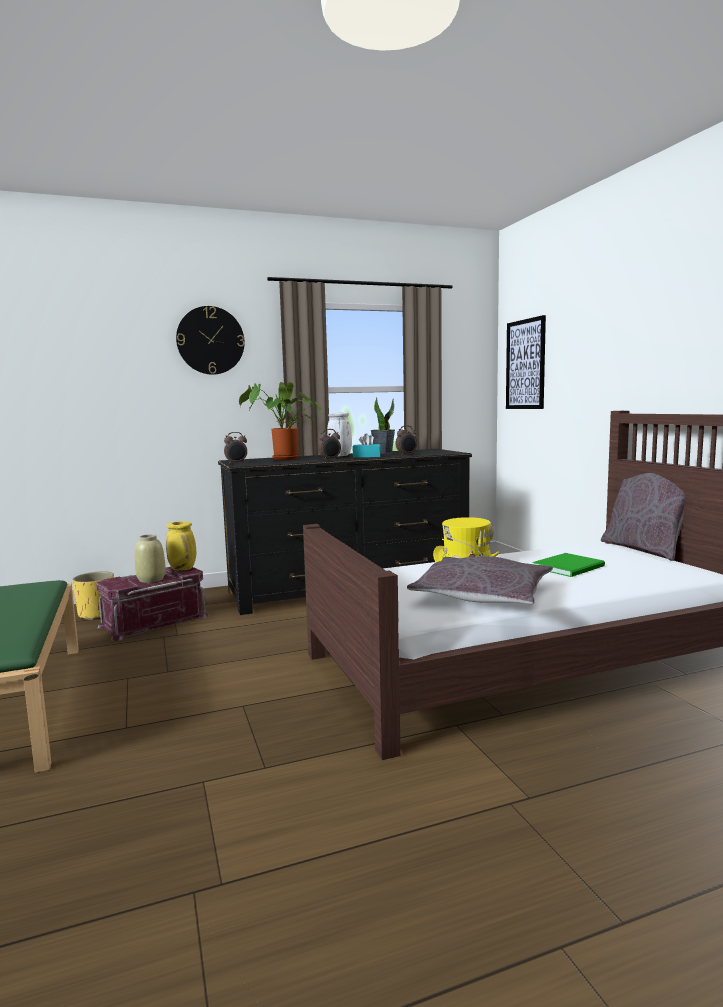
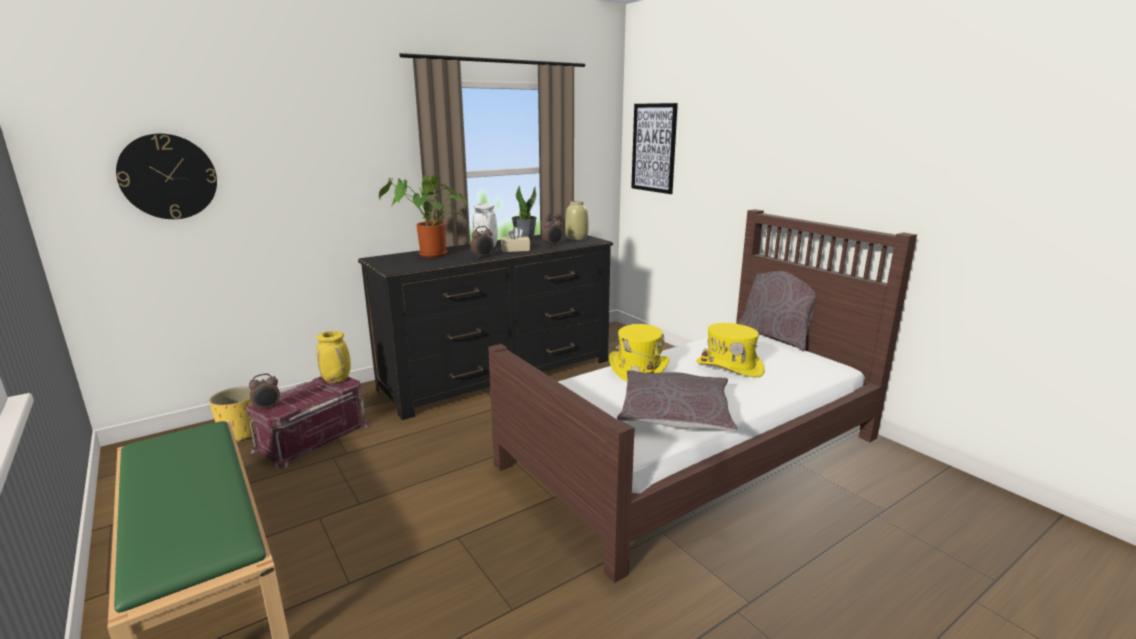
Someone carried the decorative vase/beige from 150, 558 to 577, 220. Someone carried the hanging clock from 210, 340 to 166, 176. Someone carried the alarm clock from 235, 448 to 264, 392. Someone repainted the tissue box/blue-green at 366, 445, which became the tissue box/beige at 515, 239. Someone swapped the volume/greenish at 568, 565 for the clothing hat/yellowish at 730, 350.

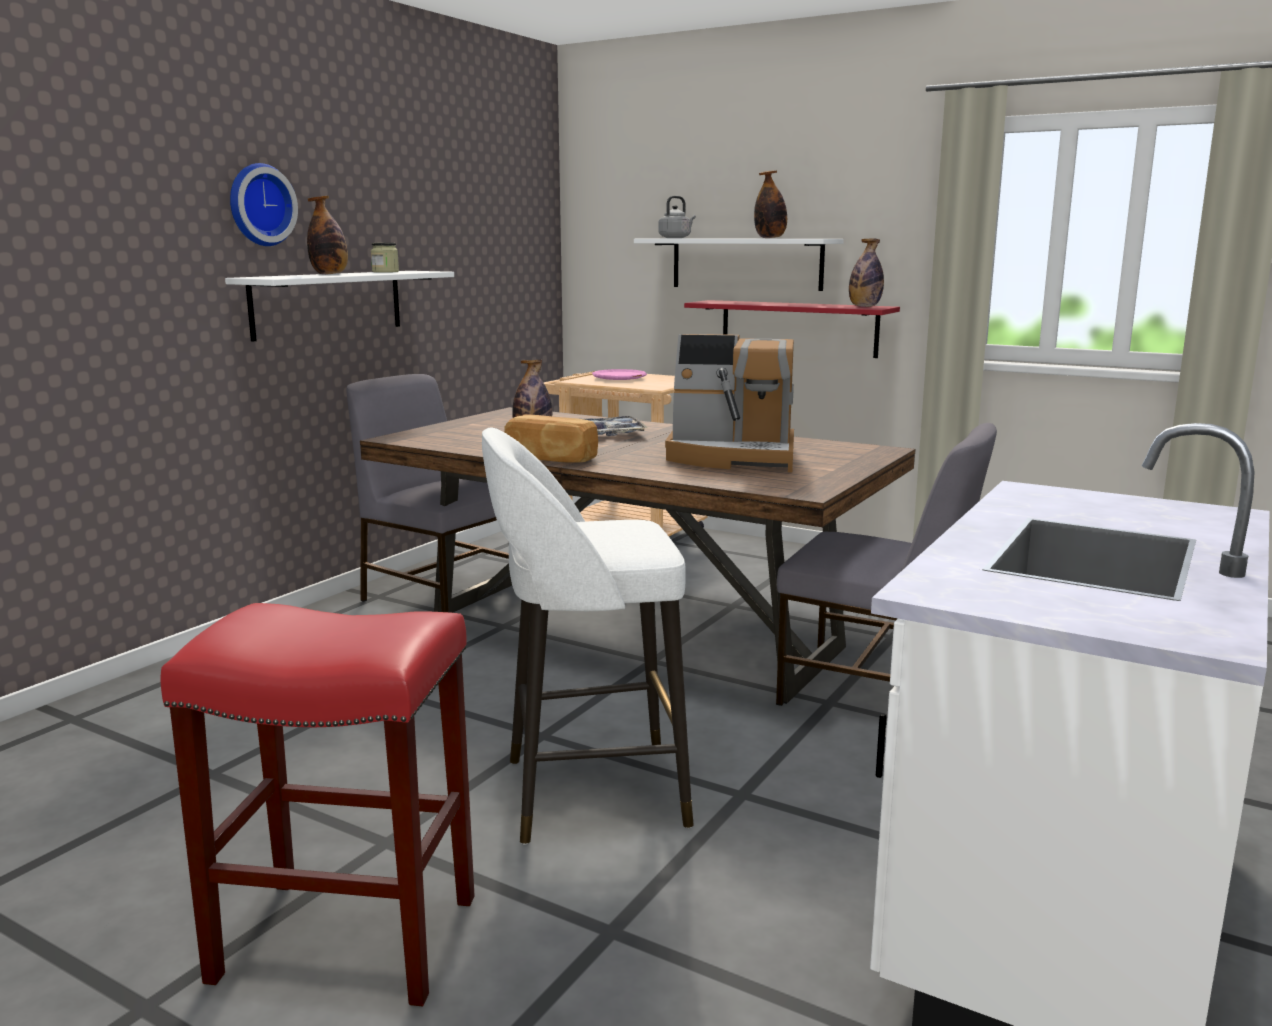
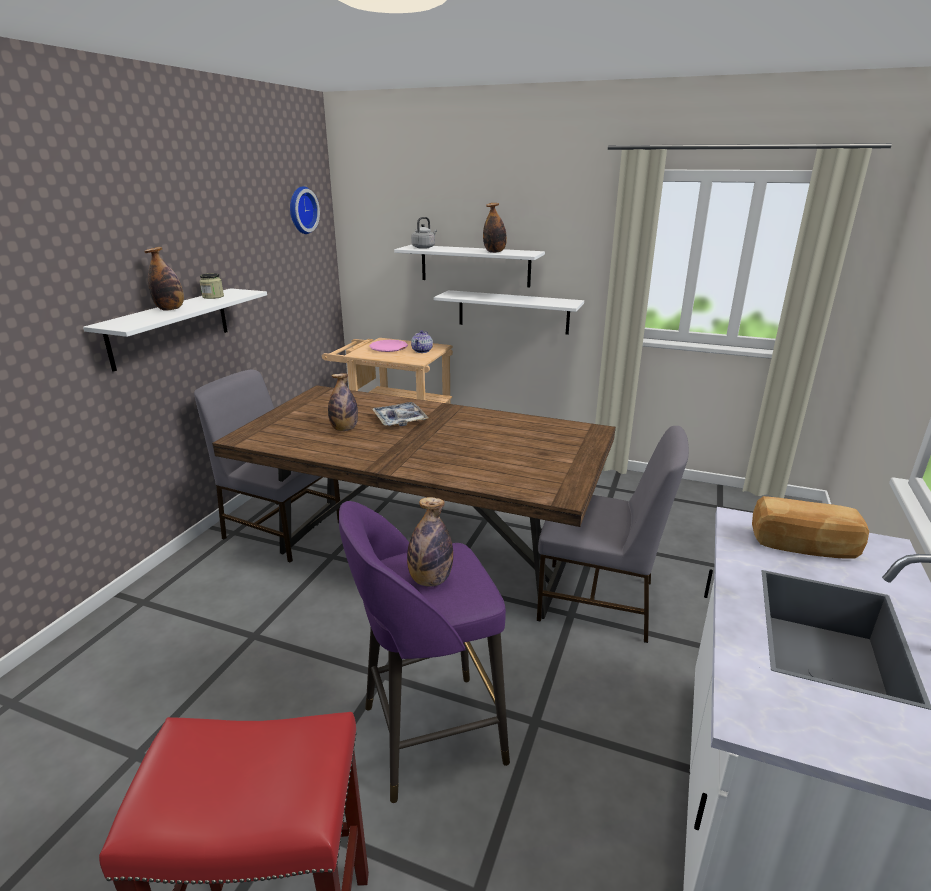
Someone carried the hanging clock from 264, 204 to 305, 210. Someone repainted the stool/white at 588, 636, which became the stool/purple-coloured at 424, 652. Someone carried the bakery bread from 551, 438 to 810, 527. Someone took away the coffee machine at 729, 403. Someone repainted the bracket shelf/reddish at 792, 329, which became the bracket shelf/white at 509, 312. Someone carried the drink bottle from 866, 272 to 430, 542. Someone put down the teapot at 422, 341.

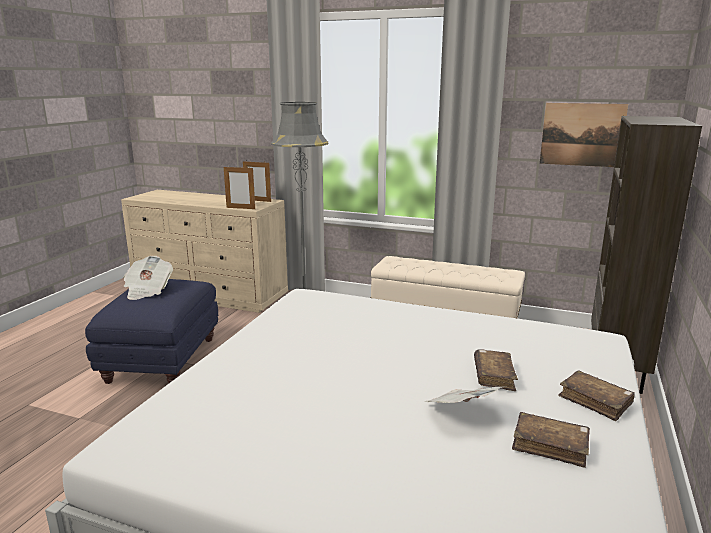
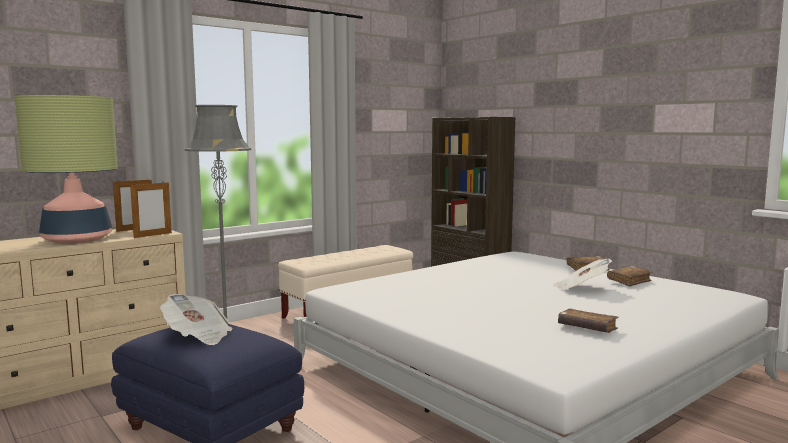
Someone carried the volume/brown from 496, 370 to 588, 321. Someone took away the picture at 584, 135. Someone put down the tabletop lamp at 66, 169.

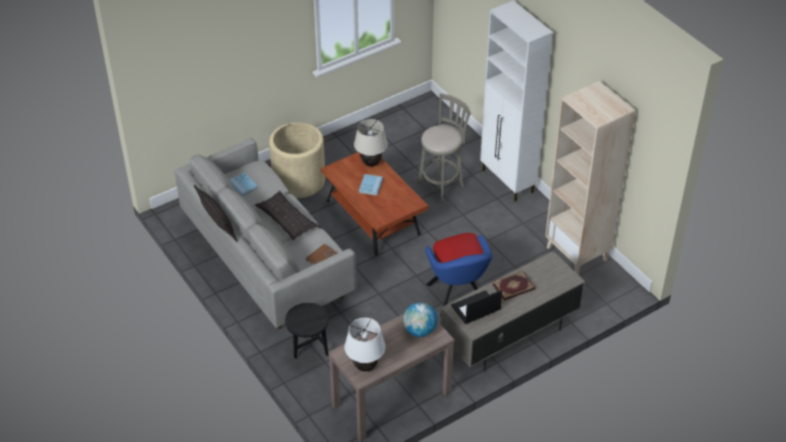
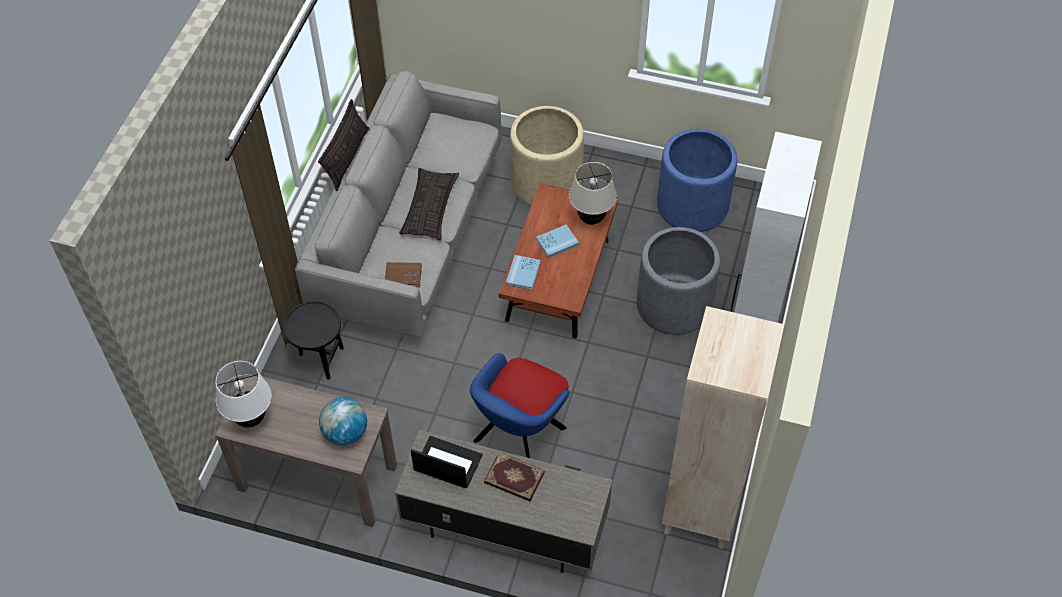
Someone carried the volume/blue-coloured from 243, 184 to 523, 272. Someone swapped the stool/greyish at 443, 147 for the planter/greyish at 679, 281. Someone put down the planter/blue-coloured at 697, 180.

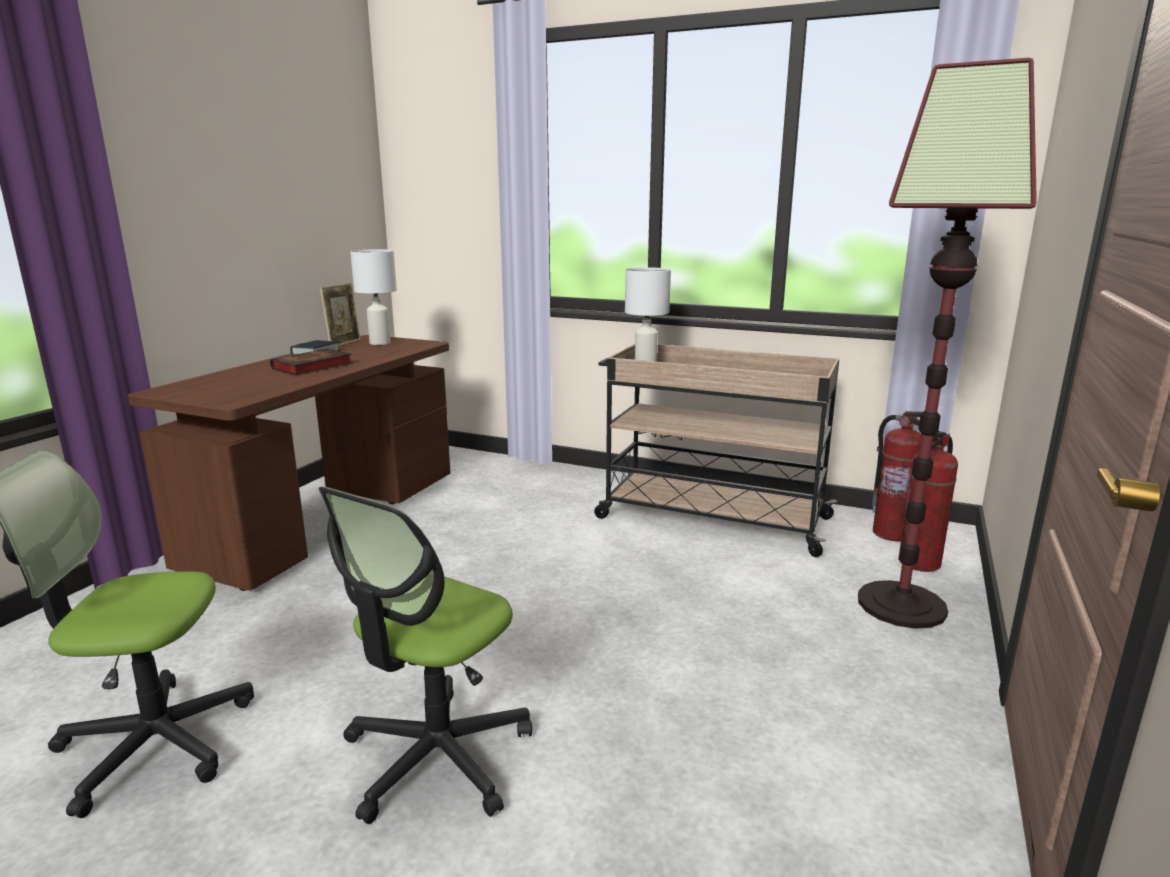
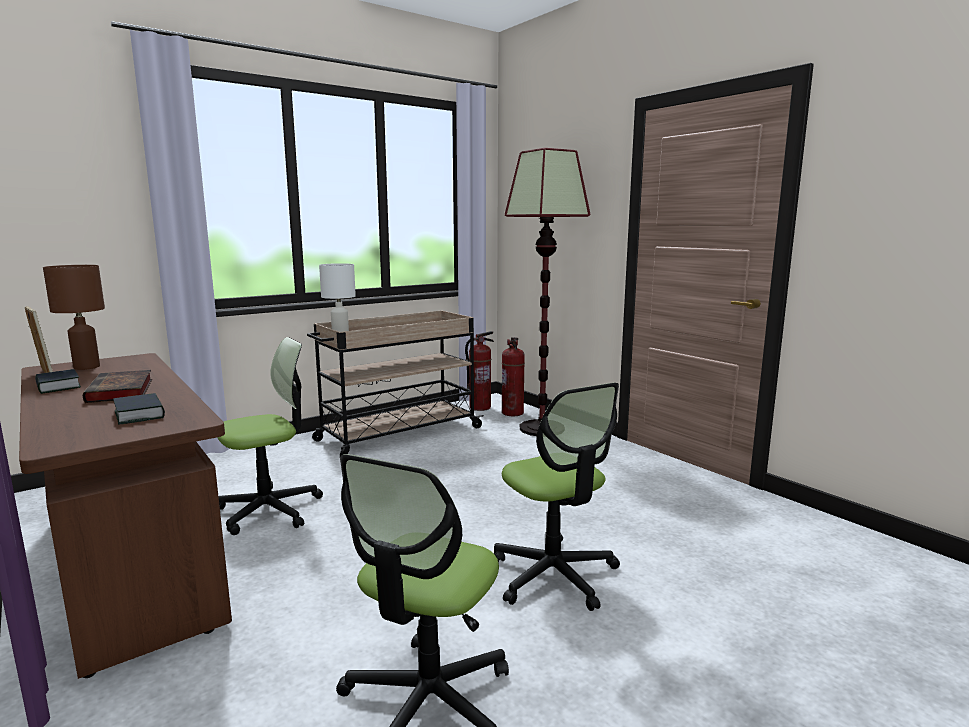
Someone repainted the tabletop lamp/white at 373, 297, which became the tabletop lamp/brown at 74, 317. Someone put down the volume at 139, 408. Someone put down the desk chair at 270, 436.

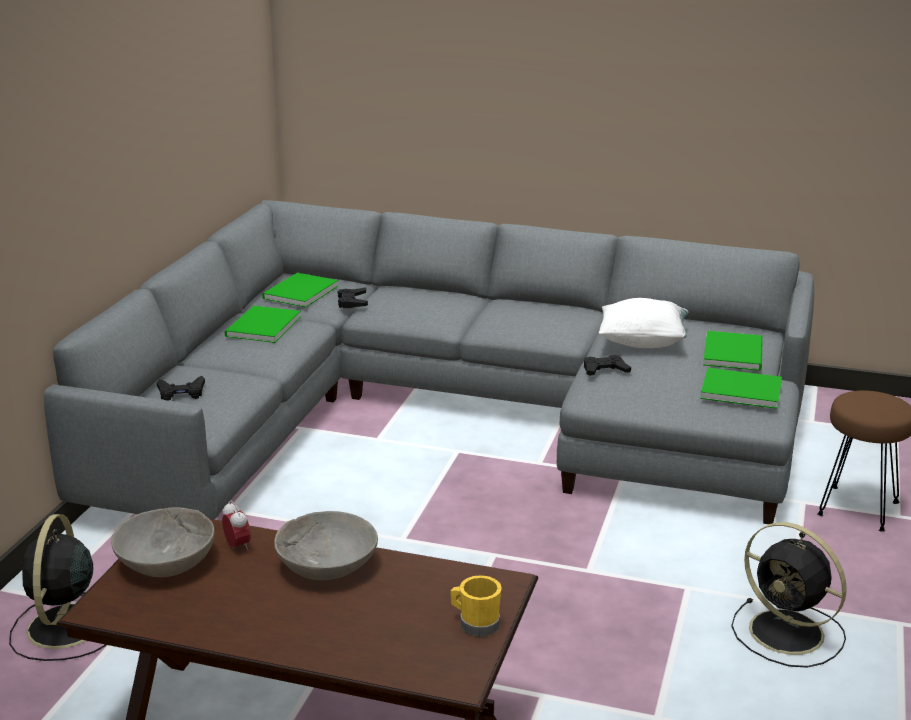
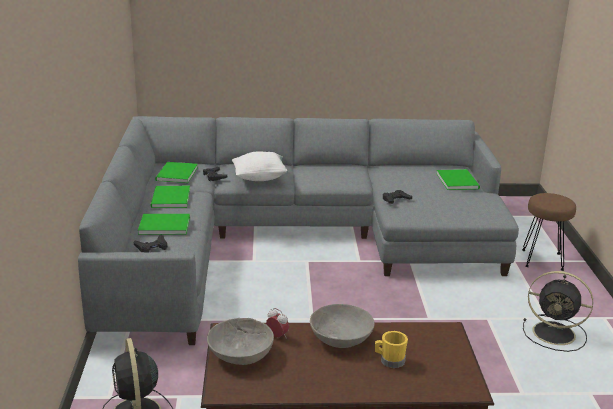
Someone carried the tea mug/yellowish from 476, 606 to 391, 349. Someone carried the pillow/white from 644, 323 to 260, 166. Someone carried the volume/greenish from 741, 388 to 164, 224.

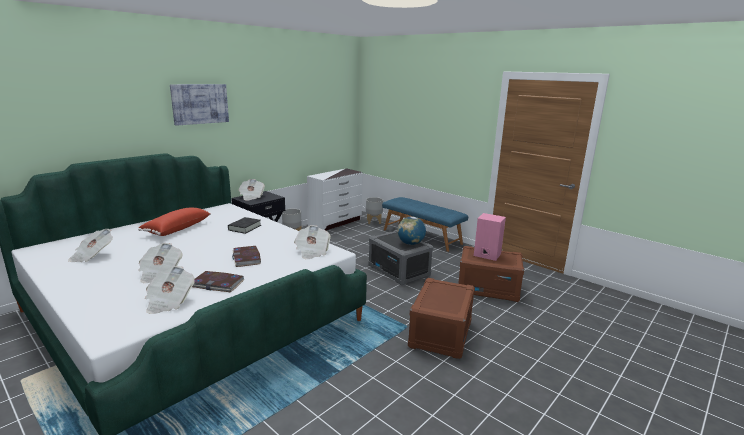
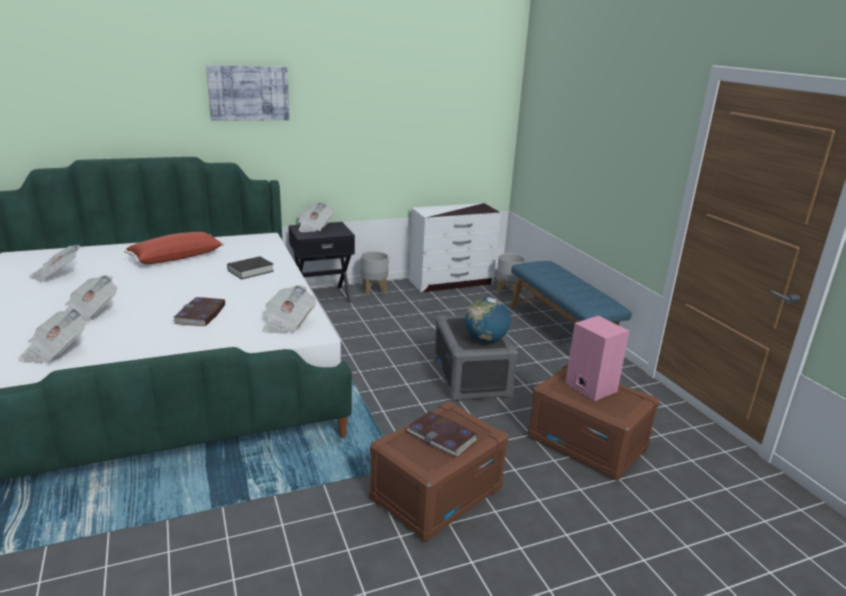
Someone carried the volume from 218, 281 to 441, 434.

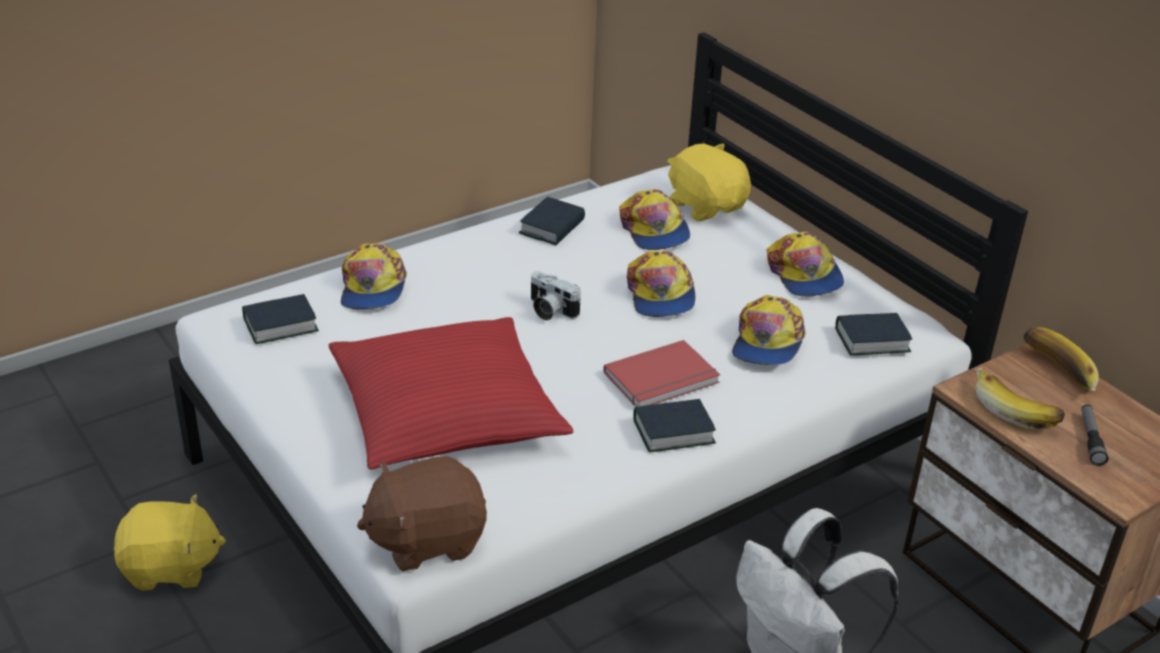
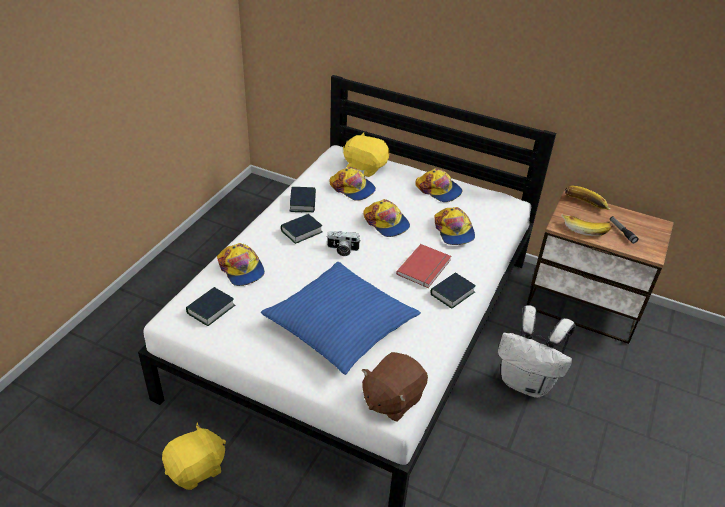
Someone repainted the pillow/reddish at 451, 393, which became the pillow/blue-coloured at 341, 318. Someone carried the volume from 873, 334 to 302, 229.

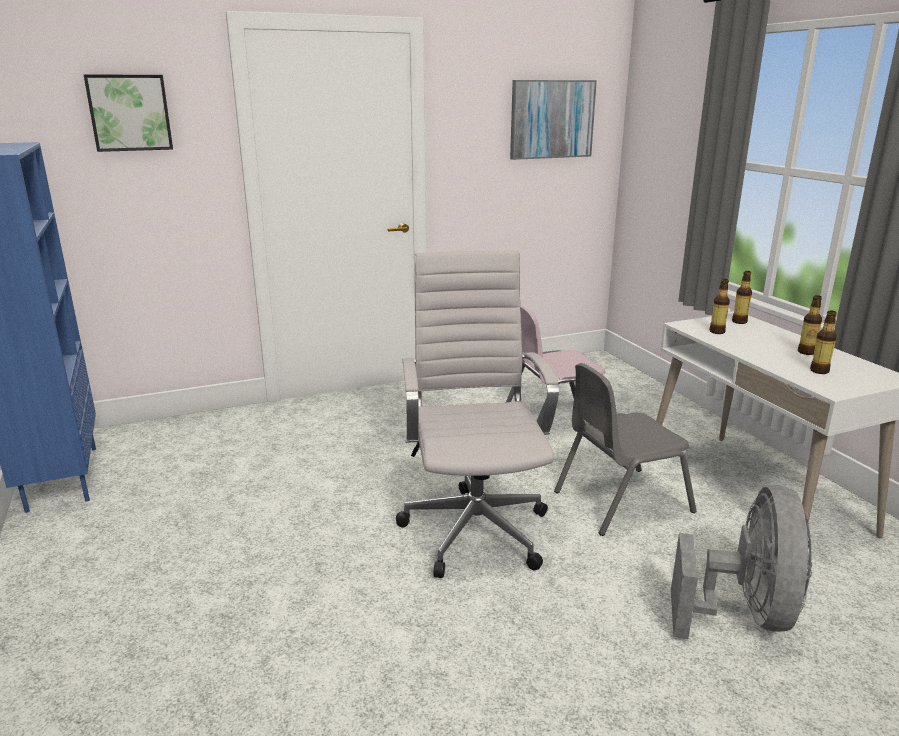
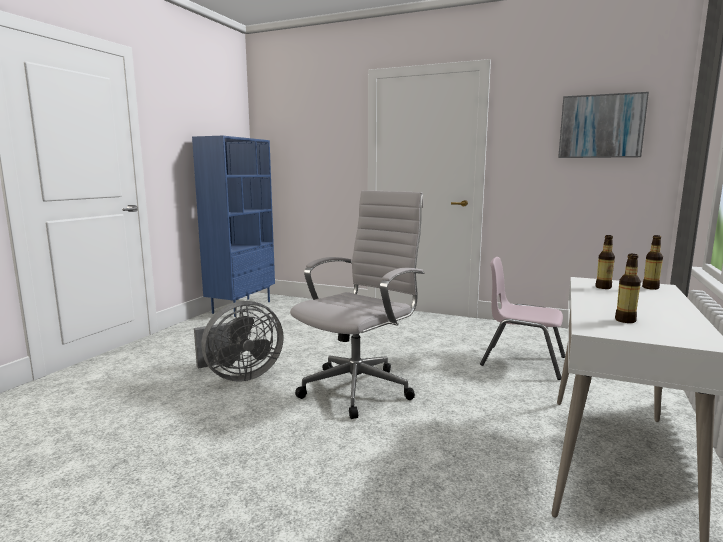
Someone took away the picture at 128, 113. Someone took away the upright chair/greyish at 625, 449. Someone carried the electric fan/greyish from 741, 562 to 239, 341. Someone took away the drink bottle at 810, 325.

